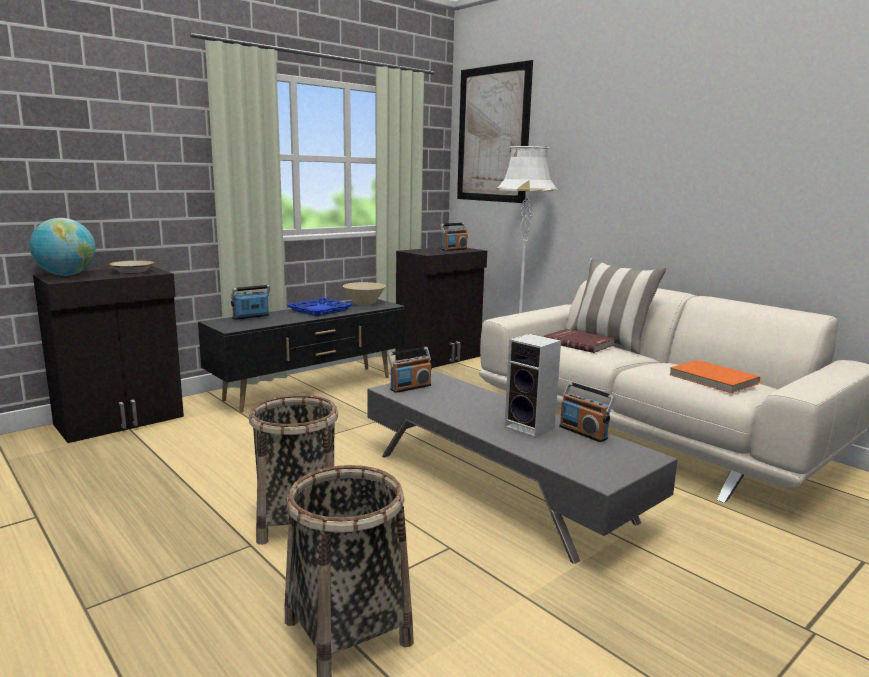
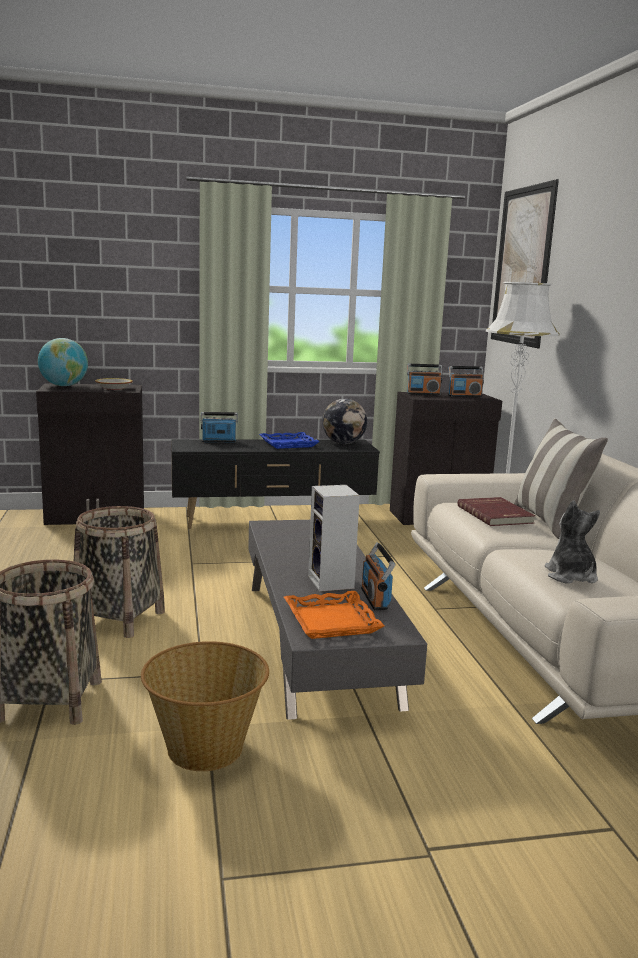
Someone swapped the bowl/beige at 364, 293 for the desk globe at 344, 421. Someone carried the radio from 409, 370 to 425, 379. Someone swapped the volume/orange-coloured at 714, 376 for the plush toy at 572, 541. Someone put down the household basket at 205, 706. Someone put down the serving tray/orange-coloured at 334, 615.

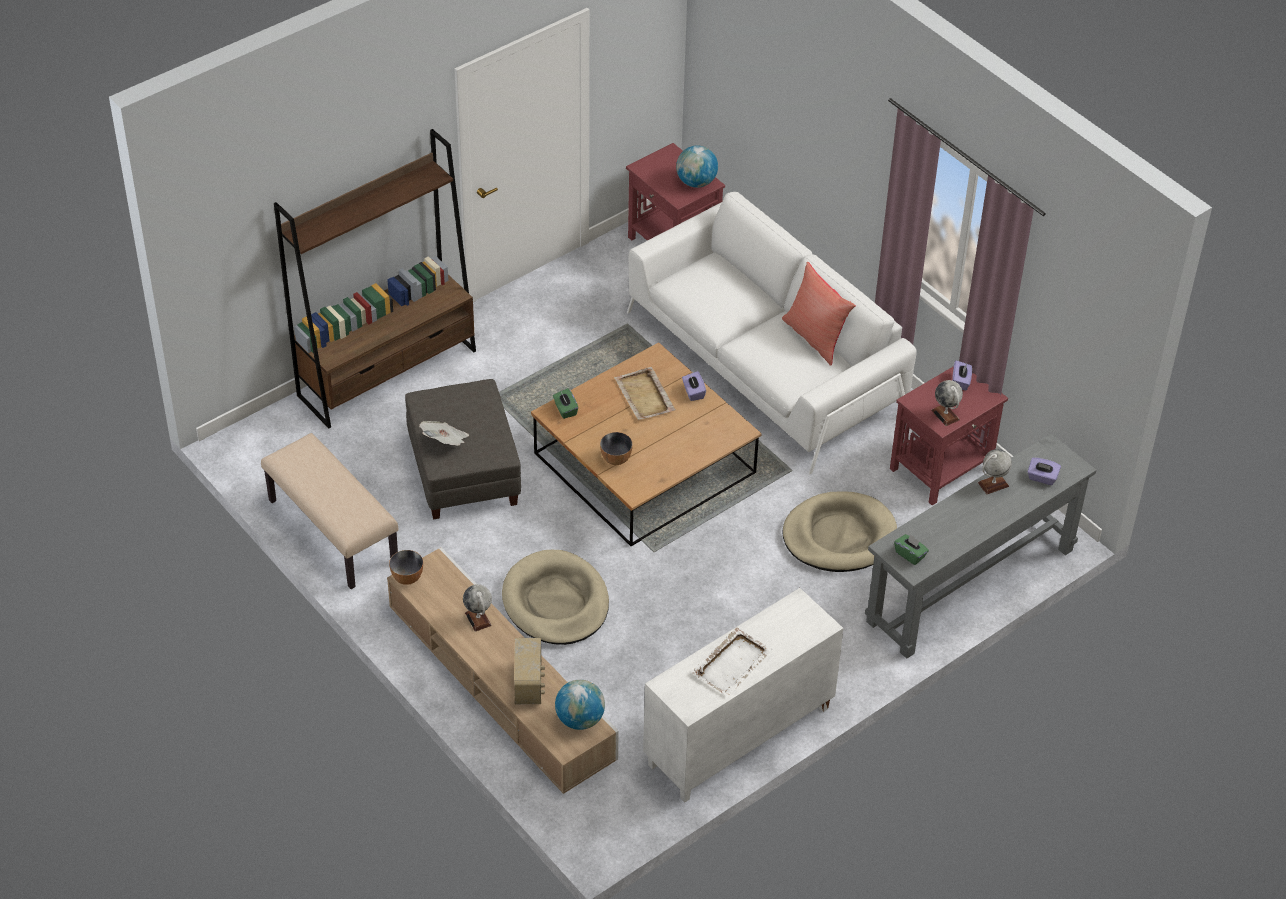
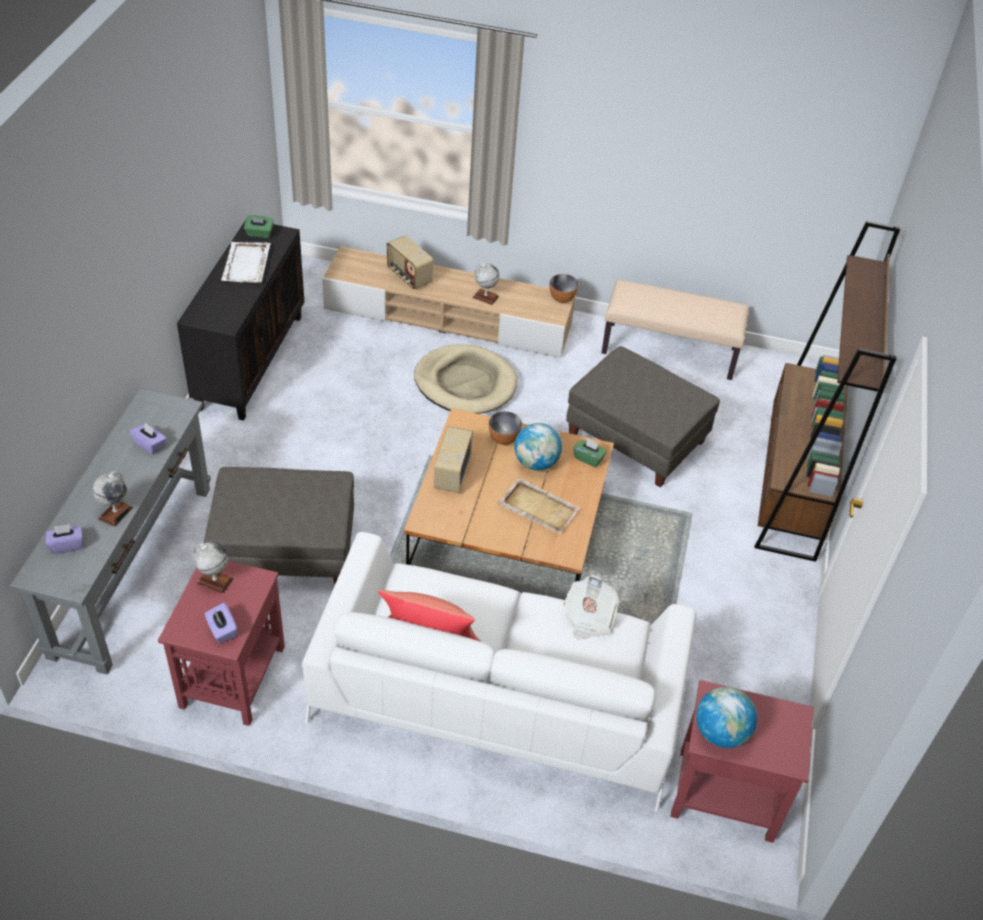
Someone carried the printed paper from 444, 433 to 591, 607. Someone carried the desk globe from 580, 705 to 538, 447. Someone repainted the storage cabinet/white at 743, 695, which became the storage cabinet/black-coloured at 240, 320. Someone carried the tissue box/purple-coloured from 694, 386 to 148, 439. Someone swapped the dog cushion/beige at 839, 531 for the pouffe/greyish at 279, 526. Someone carried the tissue box/greenish from 911, 549 to 259, 226. Someone put down the radio at 453, 459.

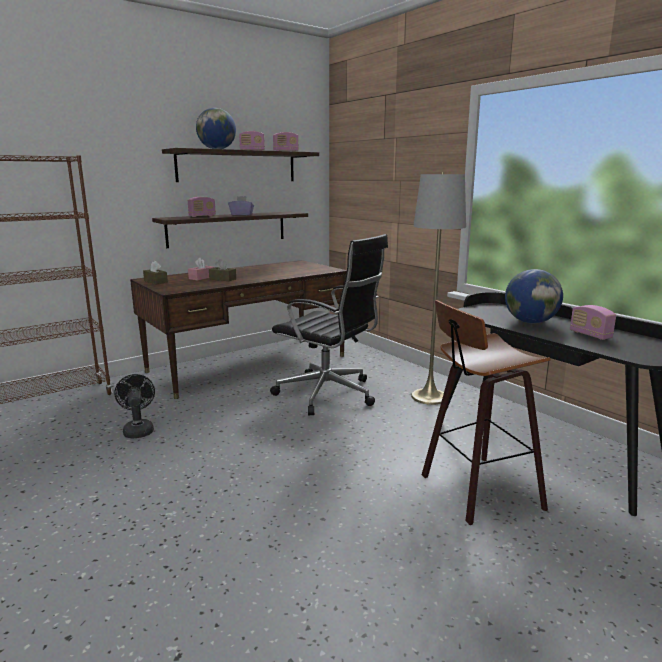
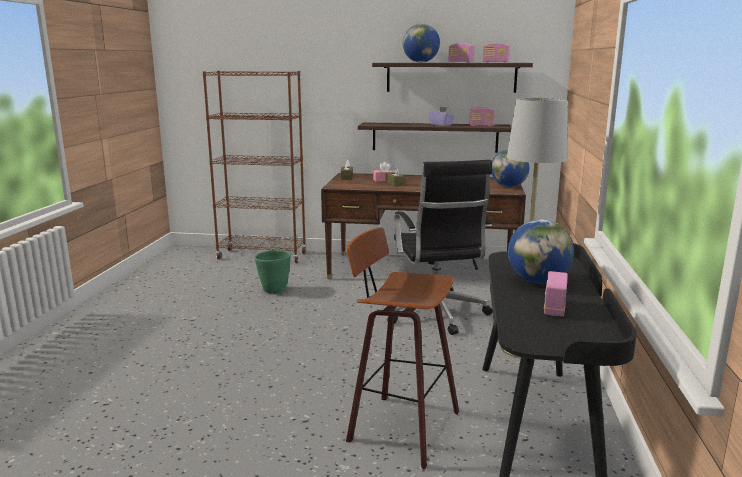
Someone swapped the electric fan/black-coloured at 134, 406 for the planter/greenish at 273, 272. Someone carried the radio from 202, 207 to 482, 116. Someone put down the desk globe at 511, 168.

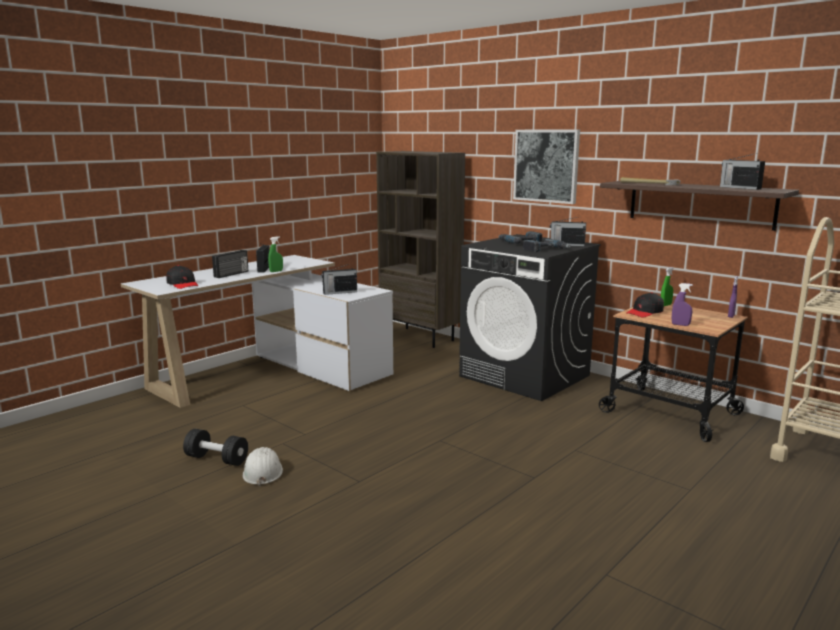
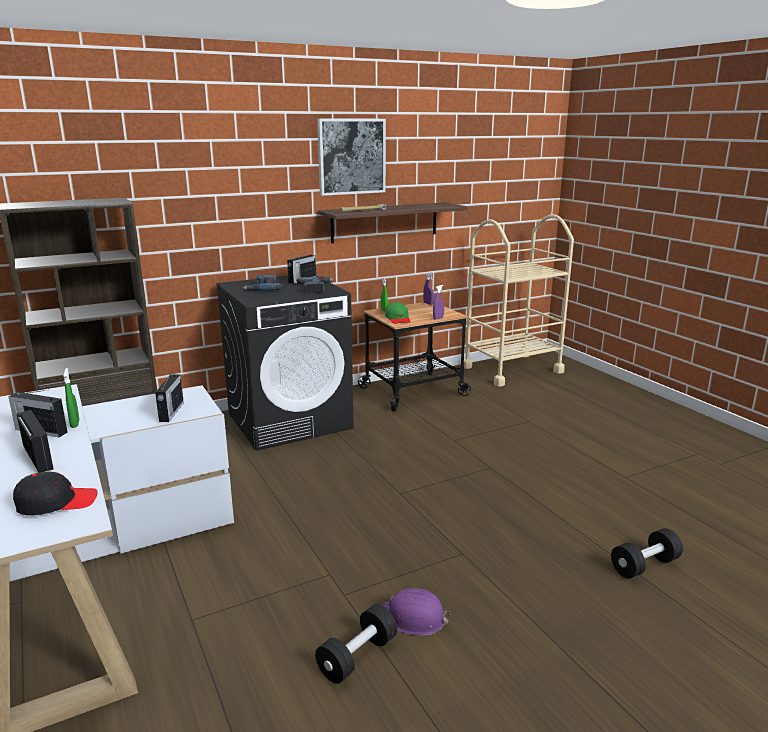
Someone repainted the work helmet/white at 263, 466, which became the work helmet/purple-coloured at 416, 611. Someone carried the picture from 546, 167 to 351, 157. Someone repainted the peaked cap/black-coloured at 645, 305, which became the peaked cap/greenish at 397, 312. Someone took away the radio at 742, 171. Someone put down the hand weight/black-coloured at 647, 553.

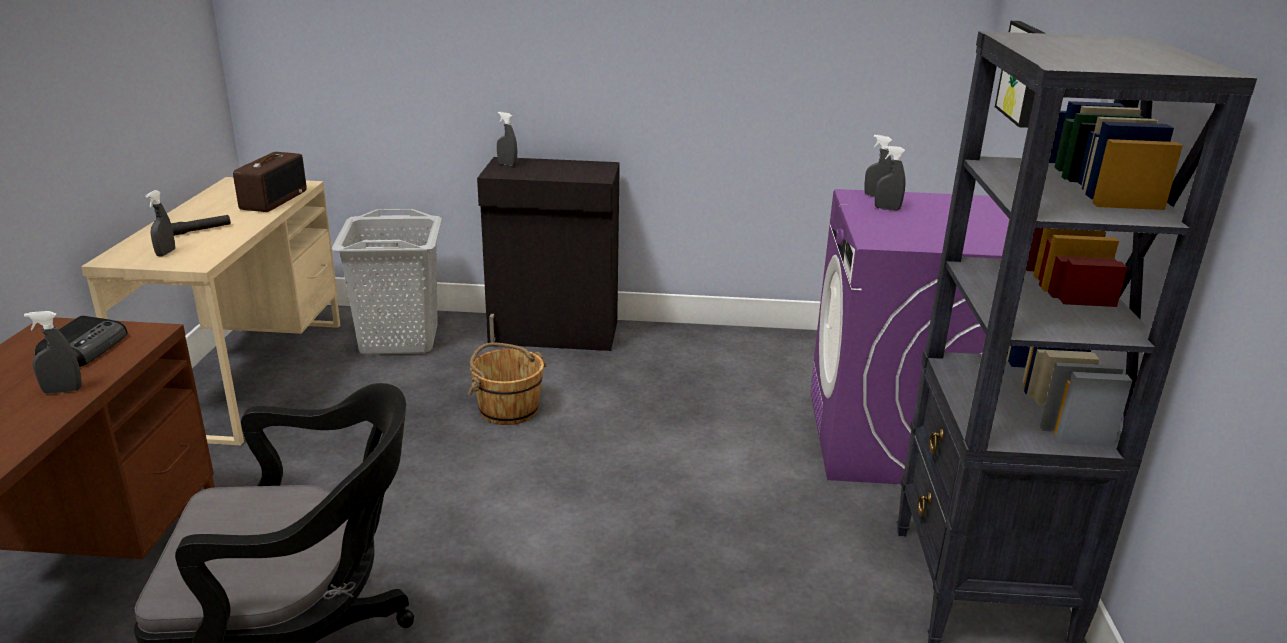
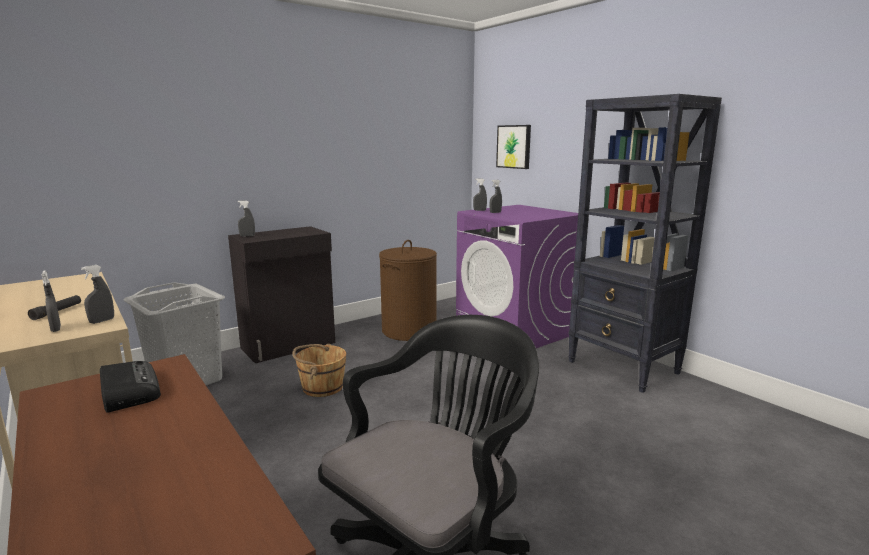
Someone carried the hand sprayer/greyish from 53, 352 to 97, 294. Someone took away the radio at 270, 182. Someone put down the hamper/brown at 408, 290.

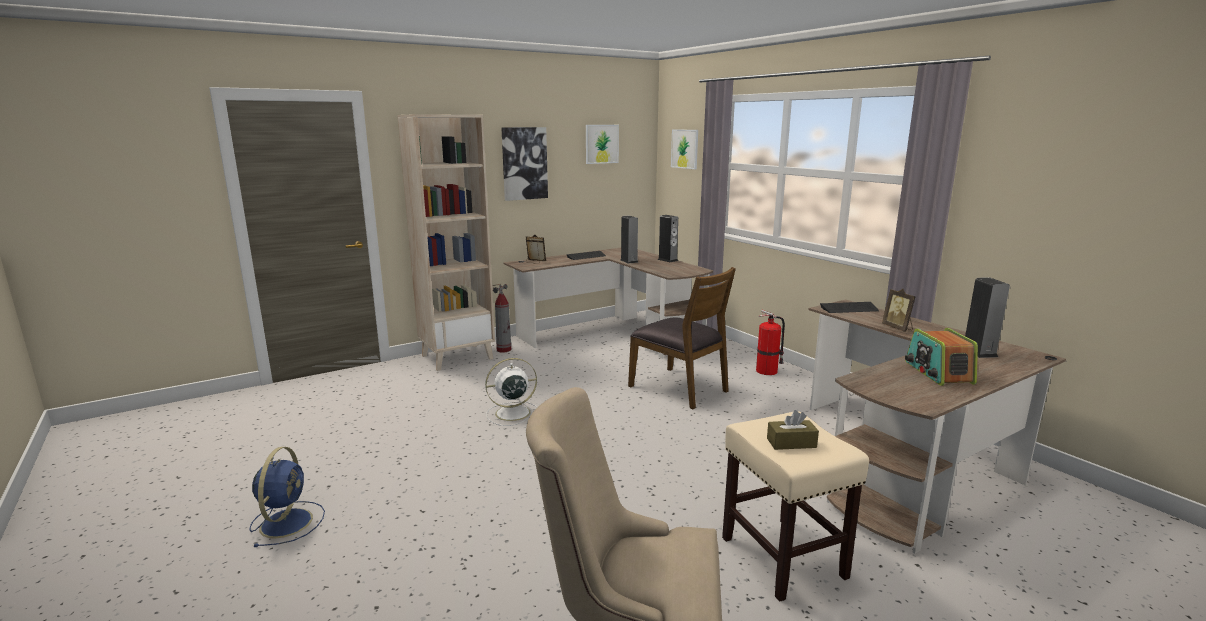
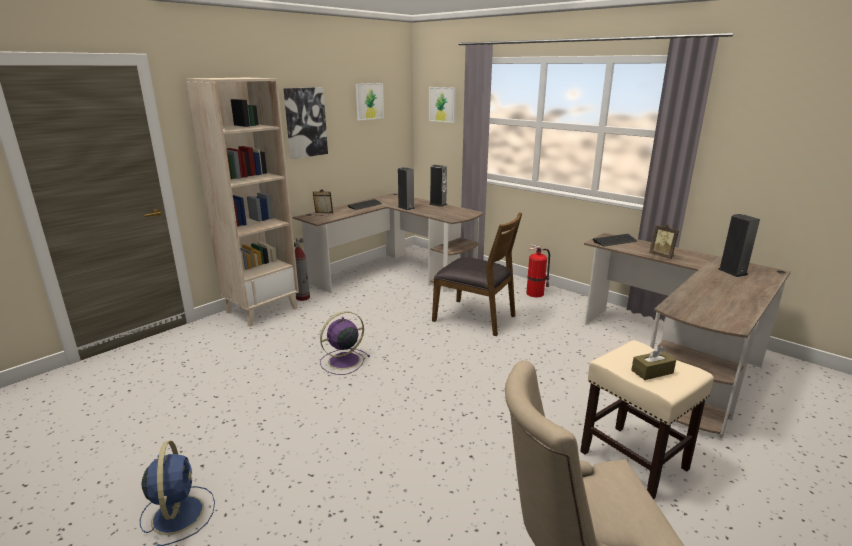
Someone repainted the electric fan/white at 511, 392, which became the electric fan/purple-coloured at 345, 343. Someone took away the radio at 941, 357.

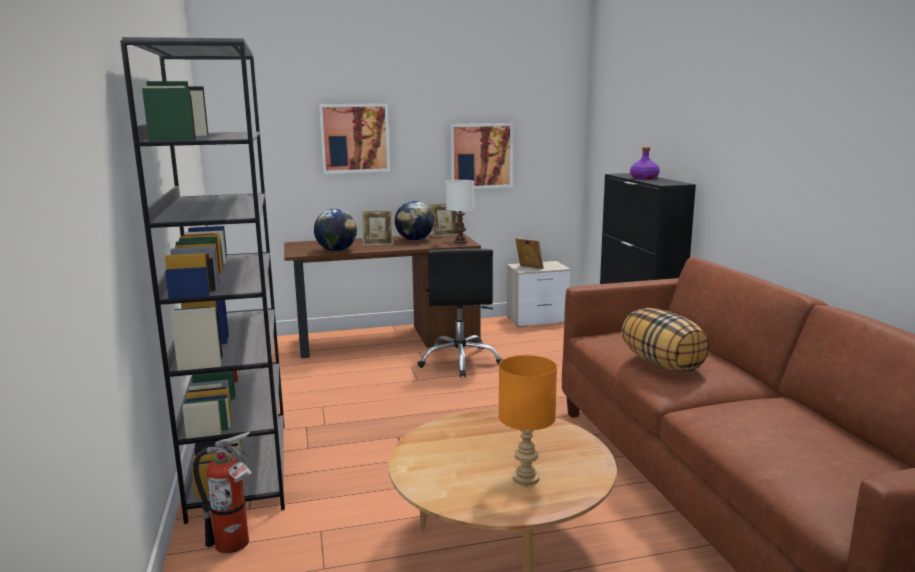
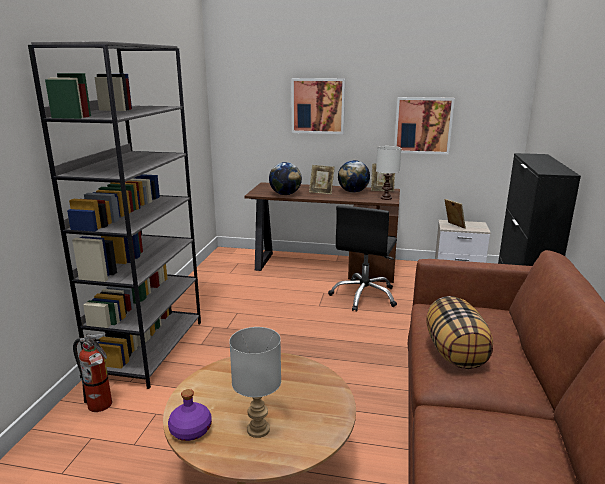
Someone repainted the tabletop lamp/orange-coloured at 528, 420, which became the tabletop lamp/greyish at 255, 382. Someone carried the drink bottle/purple-coloured from 645, 163 to 190, 415.

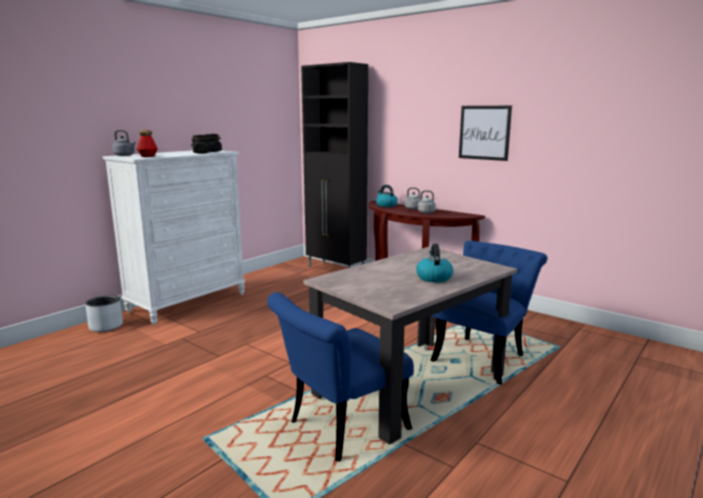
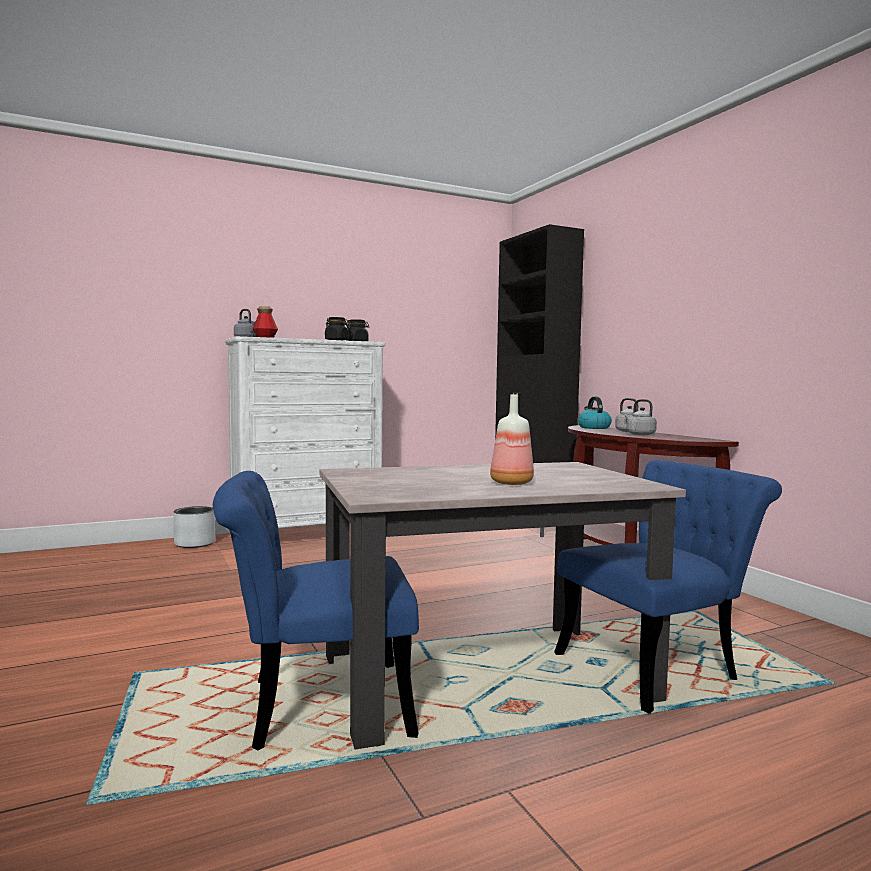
Someone swapped the tea kettle at 434, 263 for the drink bottle at 512, 440. Someone took away the picture at 485, 133.

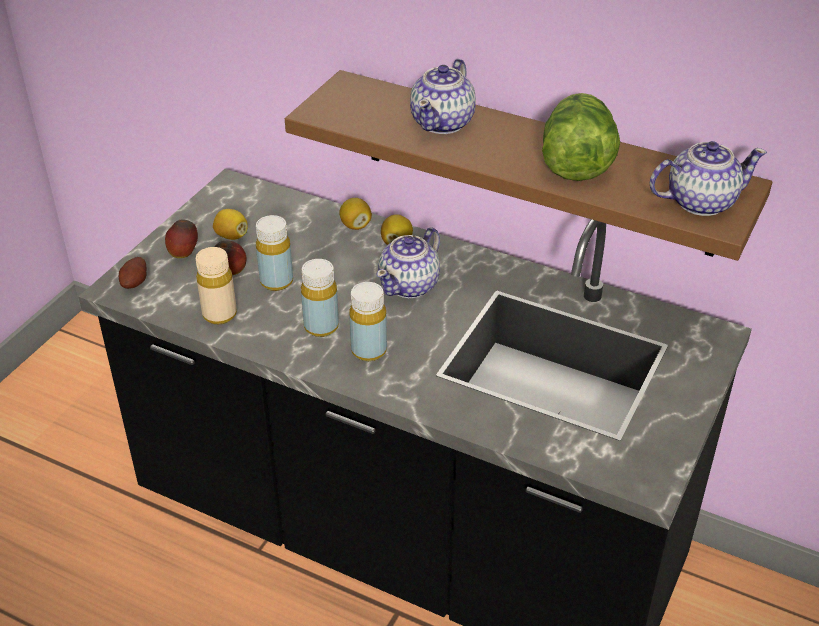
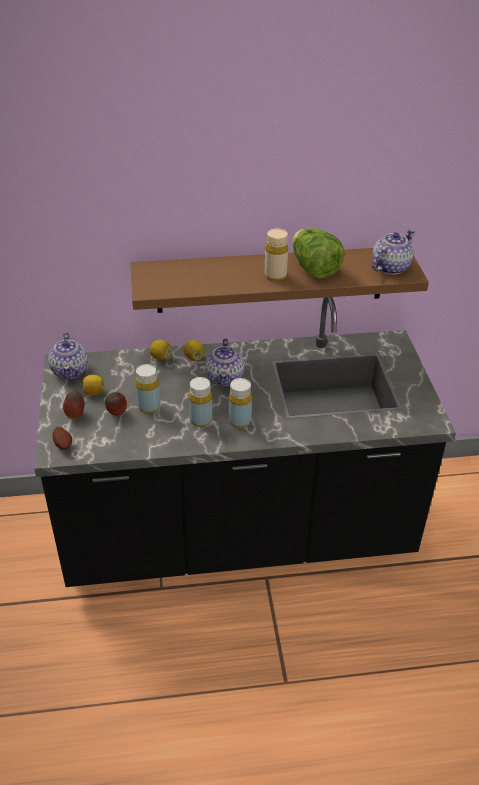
Someone carried the drink bottle/beige from 216, 285 to 276, 254. Someone carried the teapot from 443, 96 to 68, 356.

